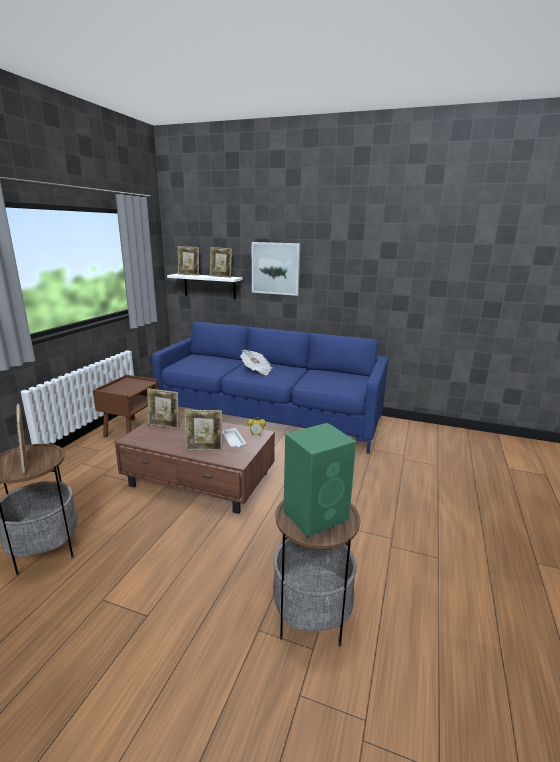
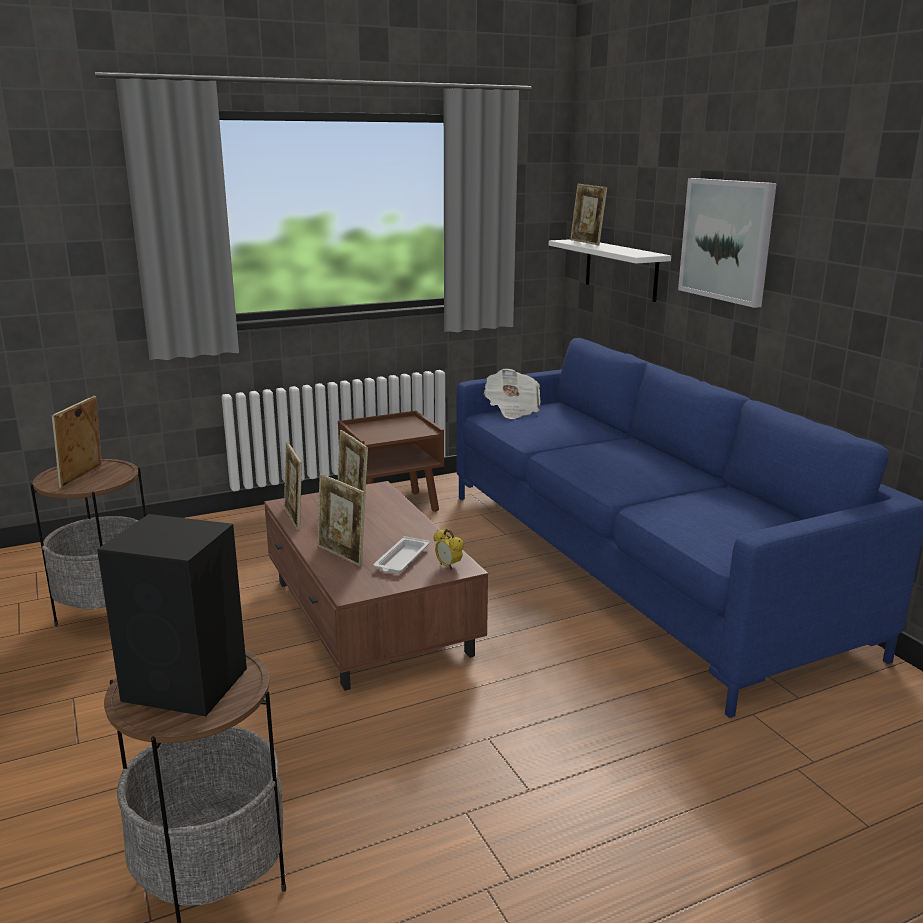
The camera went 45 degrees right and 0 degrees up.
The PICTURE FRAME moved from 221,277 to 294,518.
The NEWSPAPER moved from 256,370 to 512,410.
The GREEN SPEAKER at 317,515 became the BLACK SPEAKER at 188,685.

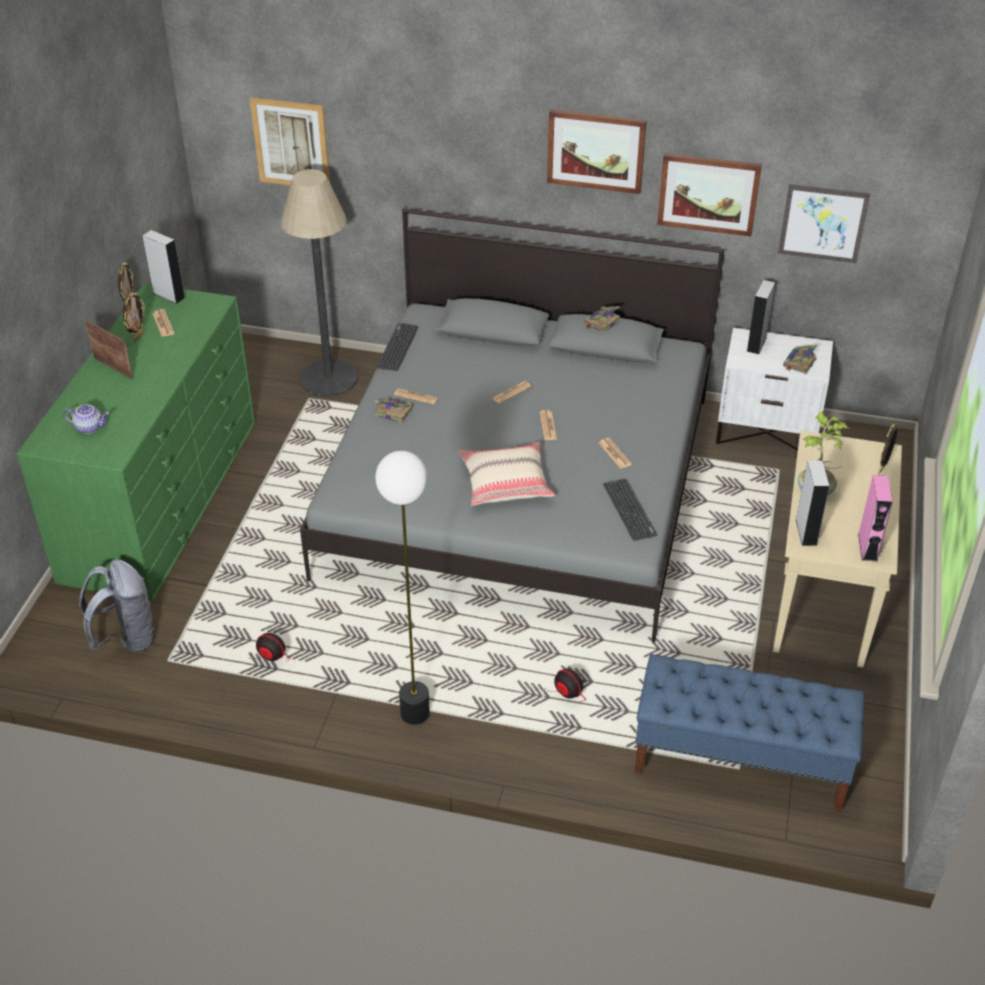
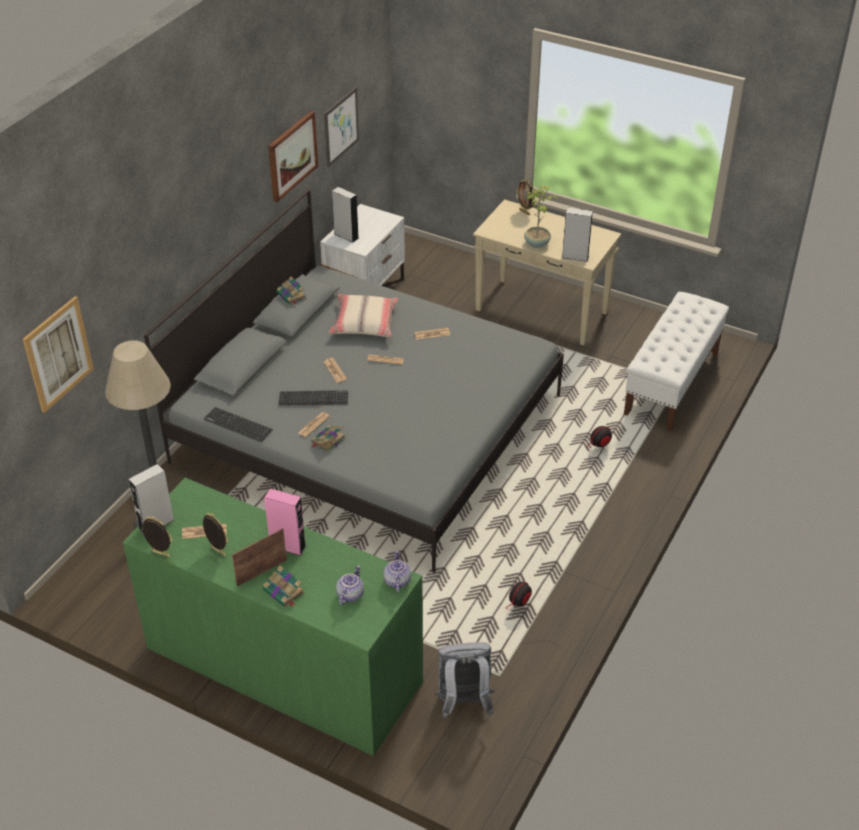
The camera went 75 degrees left and 0 degrees up.
The FLOOR LAMP at 415,712 disappeared.
The PICTURE at 596,150 disappeared.
The TEAPOT at 397,581 appeared.
The BEIGE PILLOW moved from 506,482 to 364,323.
The KEYBOARD moved from 629,510 to 313,398.
The BOOK moved from 799,363 to 284,592.
The PINK SPEAKER moved from 867,547 to 287,546.
The BLUE BENCH at 739,762 became the WHITE BENCH at 671,383.

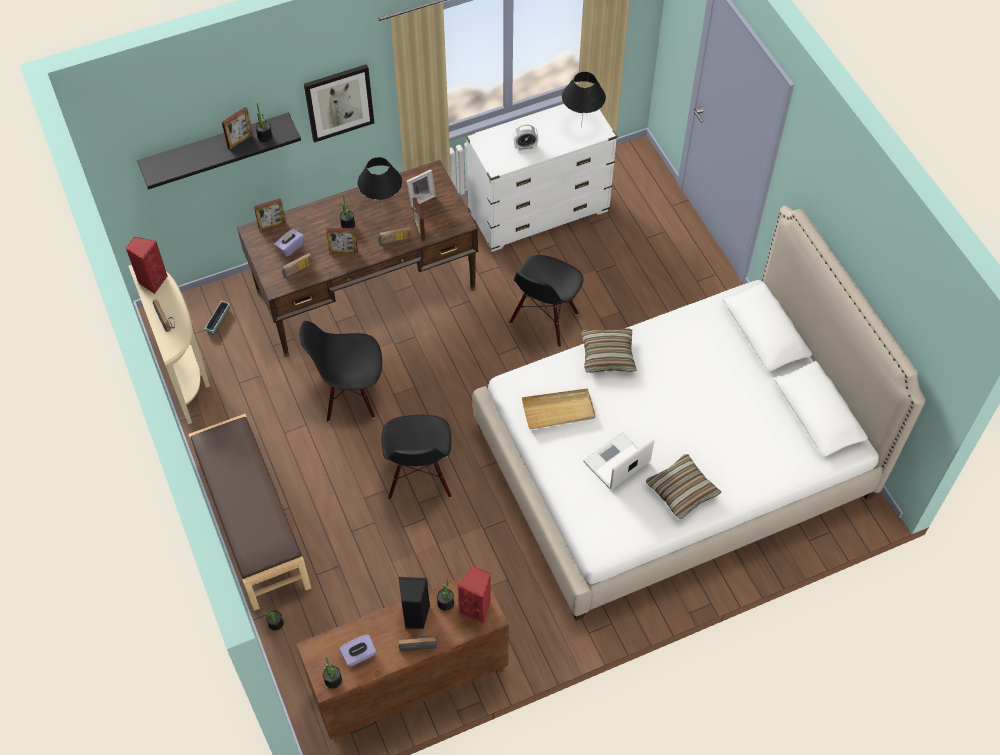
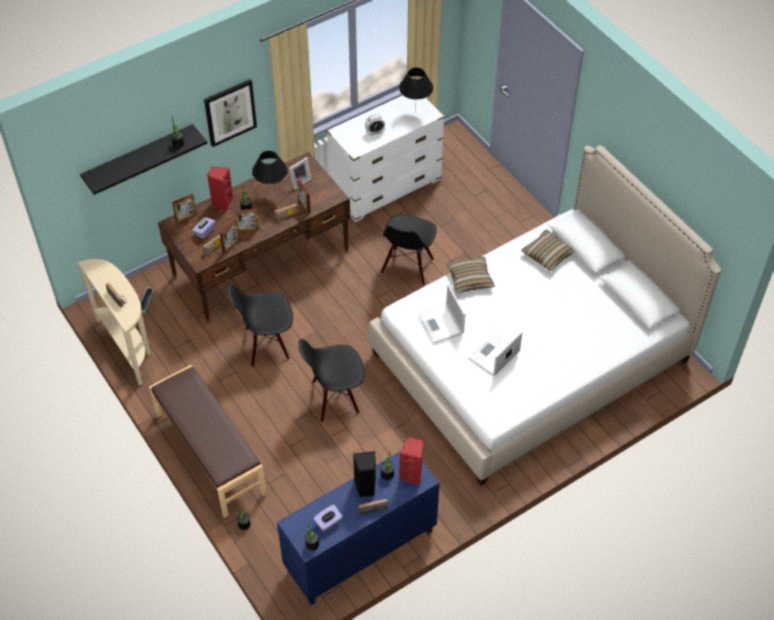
The camera went 10 degrees left and 5 degrees down.
The RED SPEAKER moved from 152,281 to 222,203.
The PICTURE FRAME moved from 240,141 to 231,245.
The PILLOW moved from 682,491 to 547,254.
The BEIGE TRAY at 558,410 was replaced by the LAPTOP at 441,324.
The BROWN CABINET at 409,683 became the BLUE CABINET at 360,552.
The BLACK CHAIR at 419,477 turned 90 degrees clockwise.

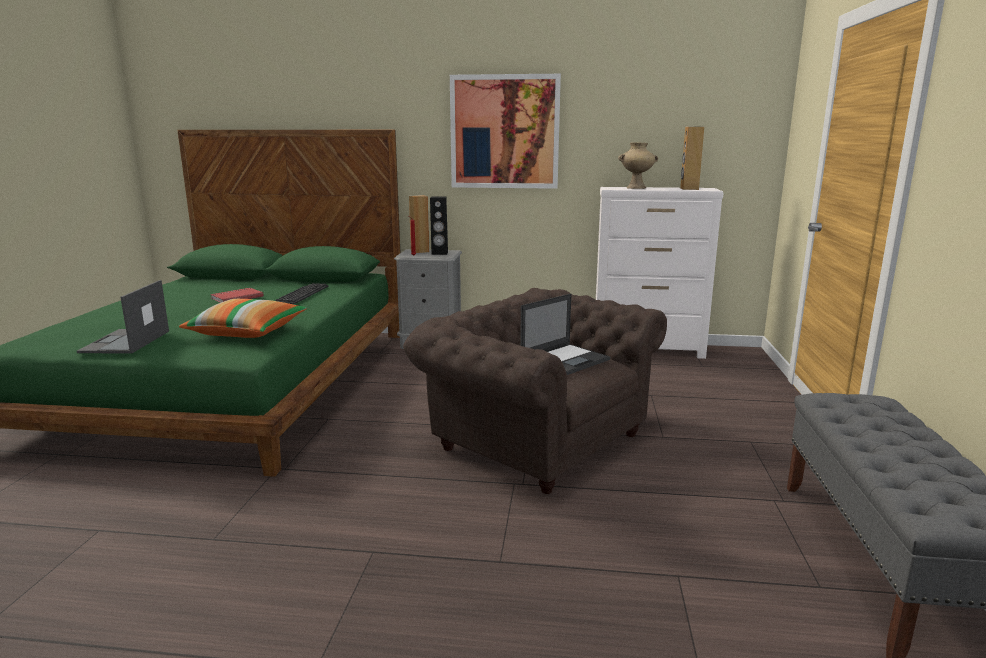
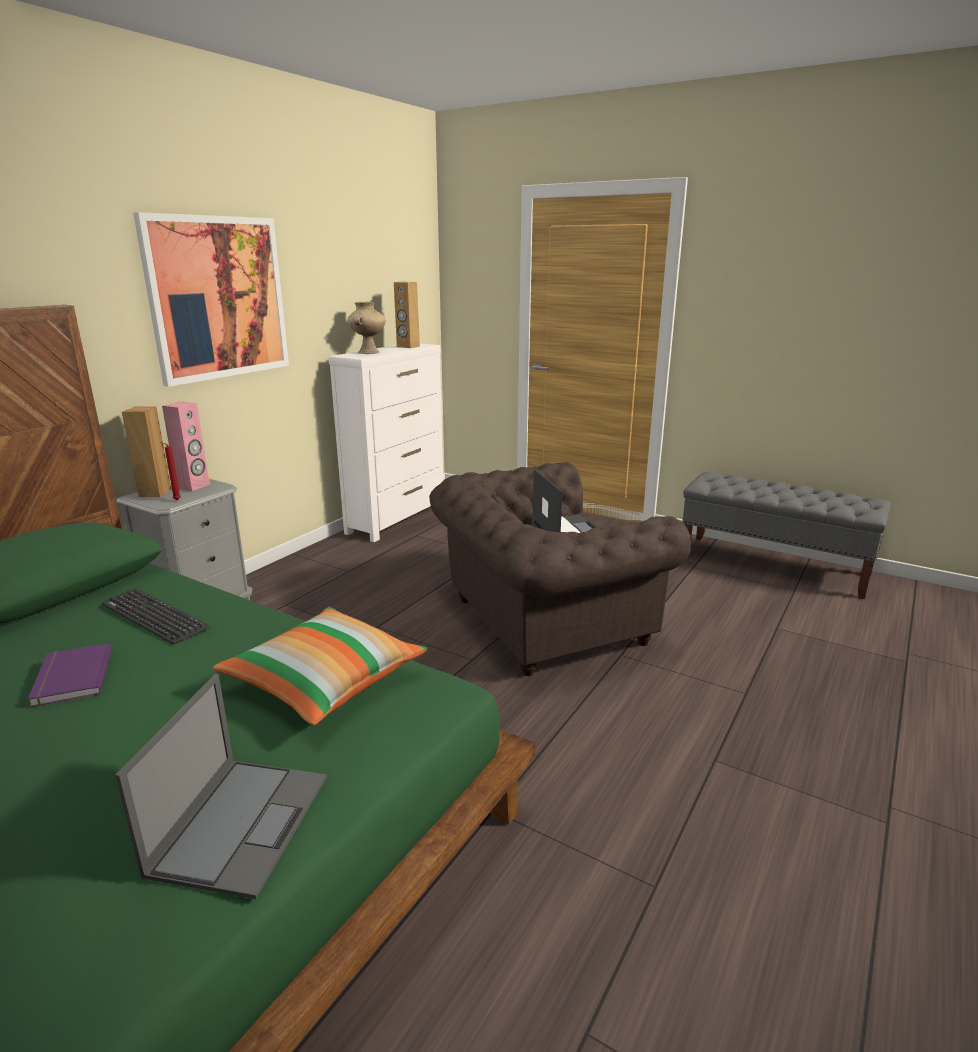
The camera went 65 degrees left and 5 degrees up.
The RED BOOK at 236,297 became the PURPLE BOOK at 70,678.
The BLACK SPEAKER at 439,253 became the PINK SPEAKER at 193,486.
The LAPTOP at 125,342 turned 105 degrees counterclockwise.

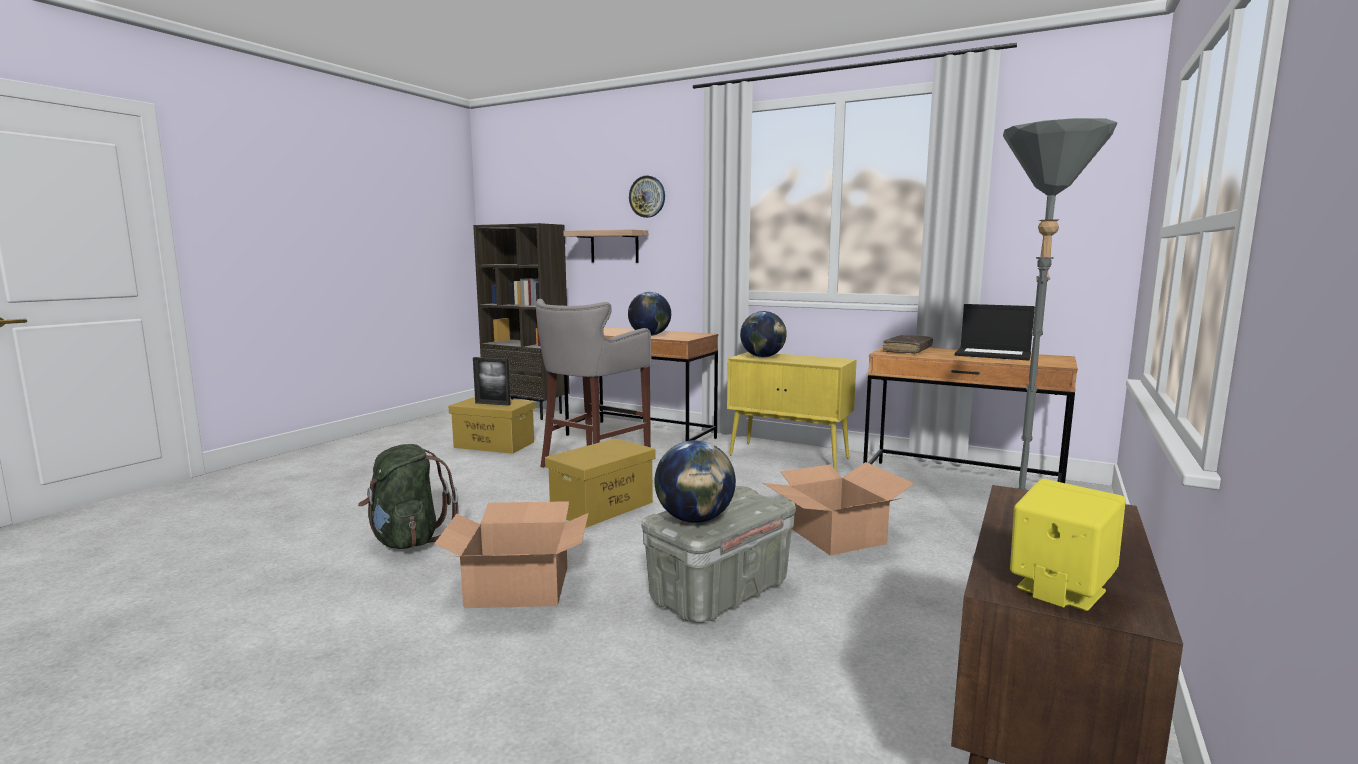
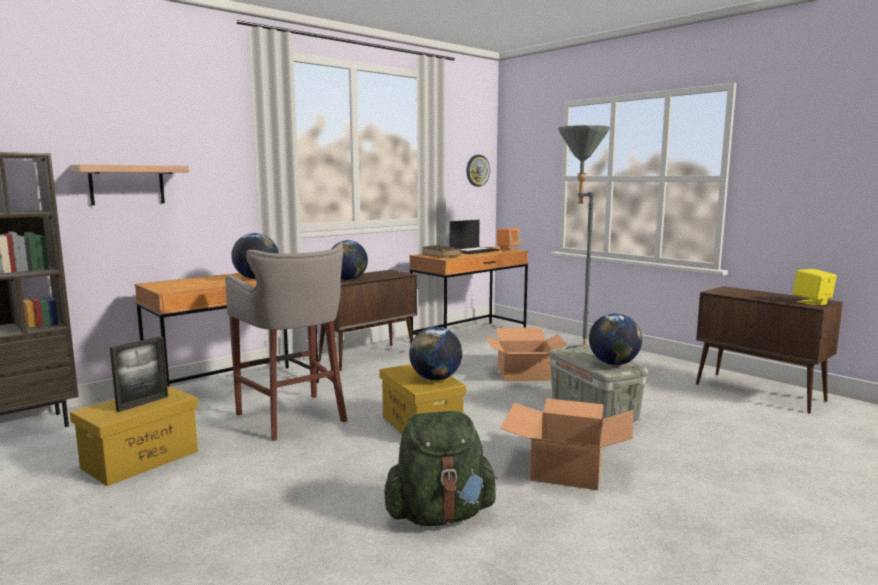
The camera went 70 degrees left and 0 degrees up.
The GLOBE at 435,379 appeared.
The ORANGE SPEAKER at 508,249 appeared.
The WALL CLOCK moved from 647,196 to 477,170.
The YELLOW CABINET at 790,456 became the BROWN CABINET at 368,357.

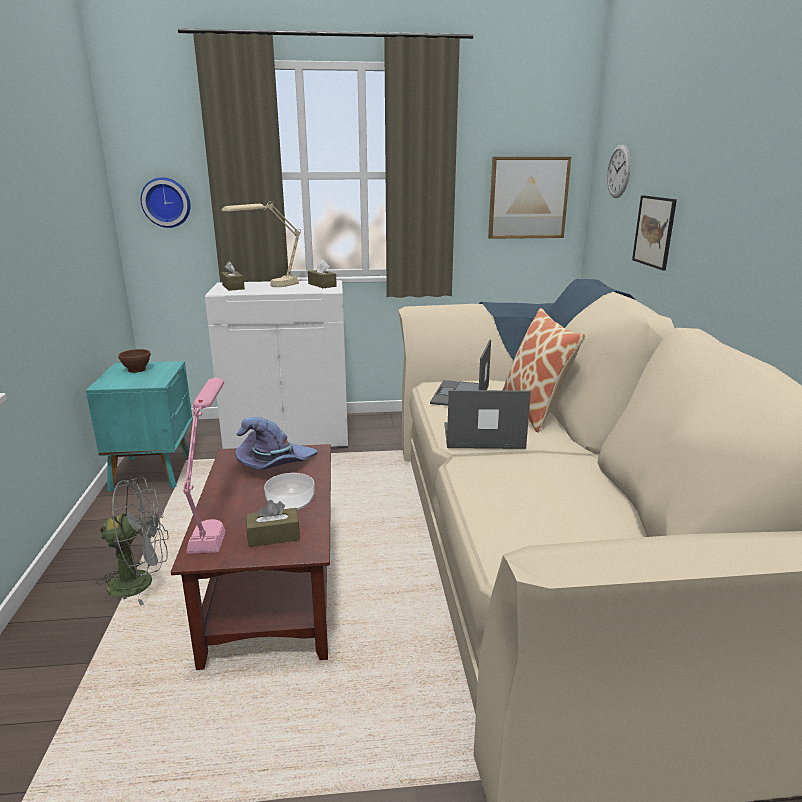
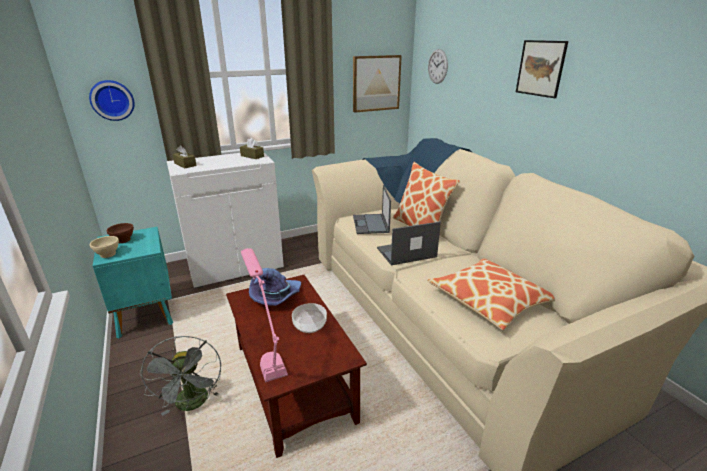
The camera went 20 degrees left and 5 degrees up.
The BEIGE TABLE LAMP at 269,287 disappeared.
The BROWN TISSUE BOX at 273,536 disappeared.
The BEIGE BOWL at 108,254 appeared.
The PILLOW at 489,300 appeared.
The PICTURE moved from 654,231 to 540,68.
The GREY FAN at 141,582 turned 105 degrees clockwise.

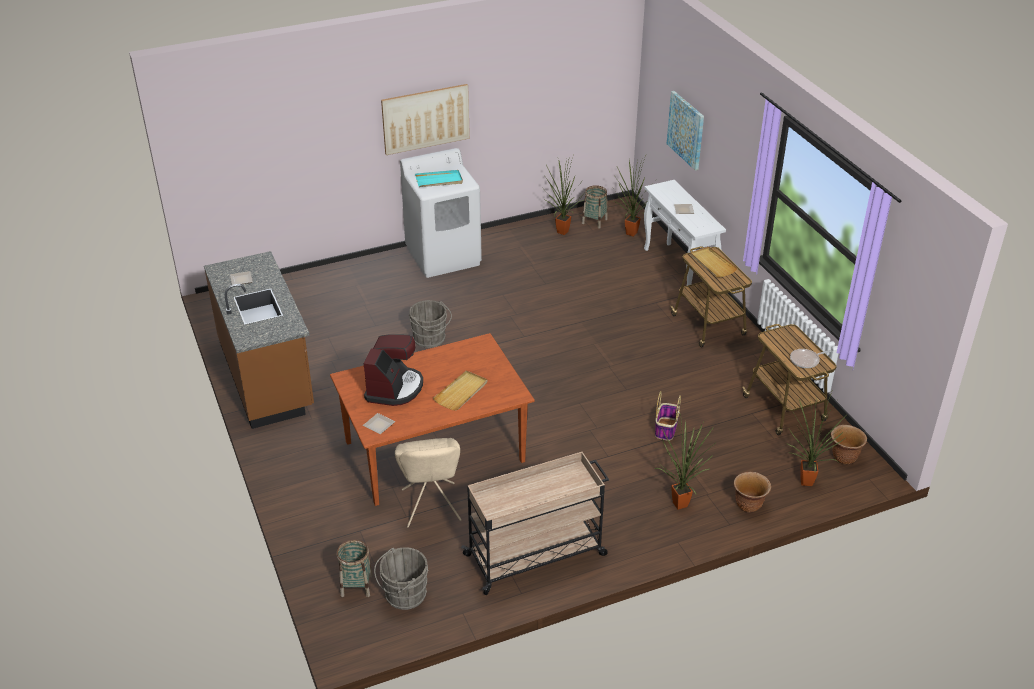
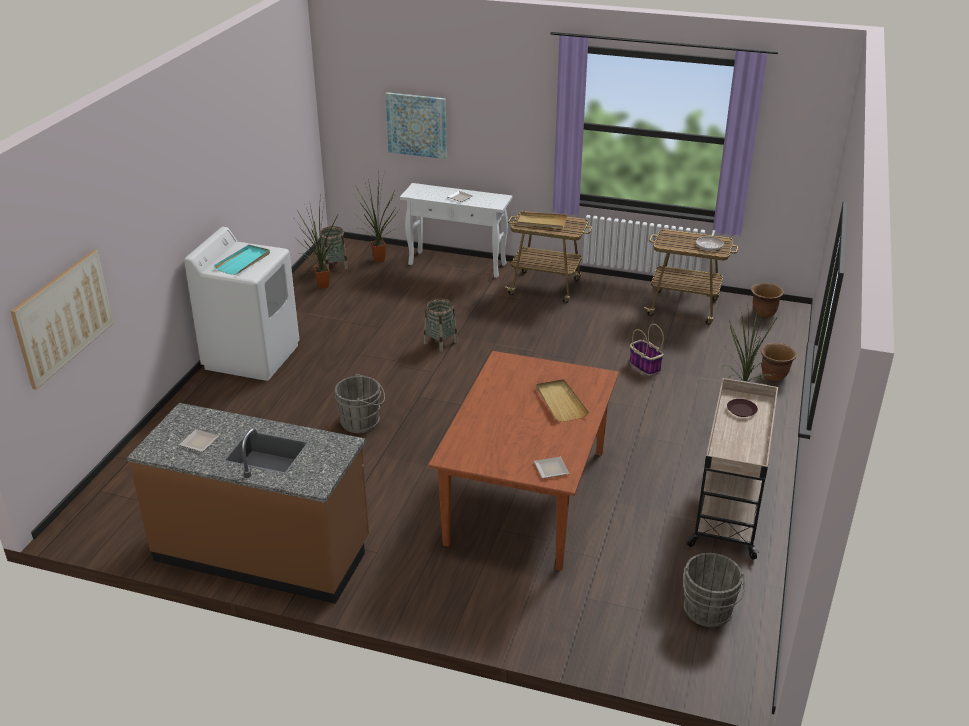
The camera went 50 degrees left and 5 degrees down.
The COFFEE MACHINE at 394,388 disappeared.
The BEIGE CHAIR at 431,507 disappeared.
The POTTED PLANT at 806,484 disappeared.
The BROWN PLATE at 741,410 appeared.
The BASKET moved from 356,585 to 440,342.
The PICTURE moved from 426,118 to 63,317.

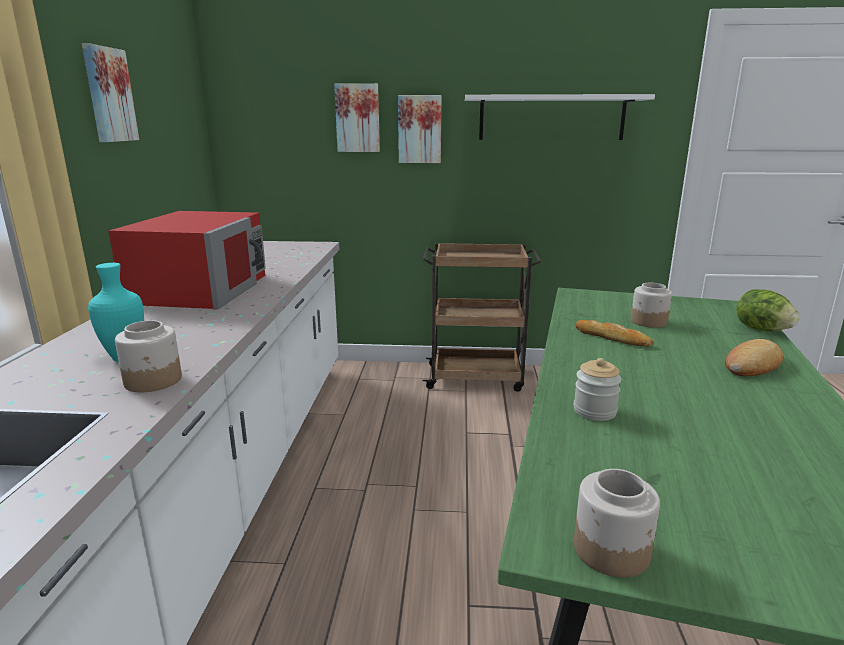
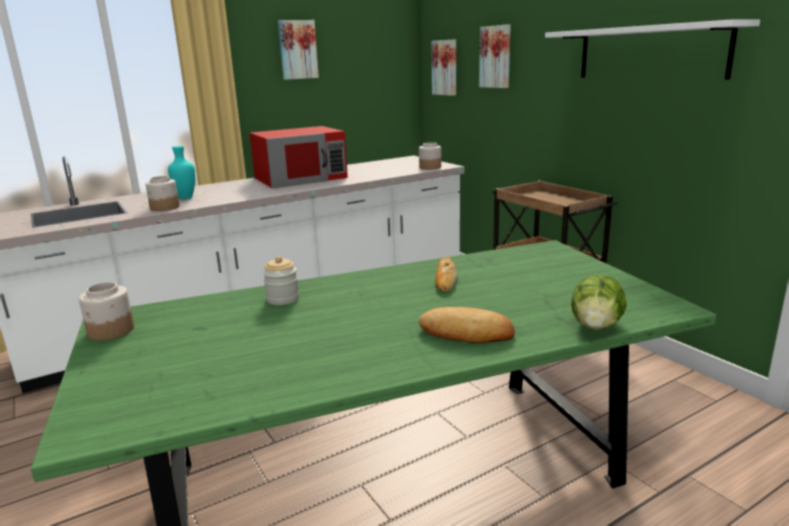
The camera went 55 degrees right and 0 degrees up.
The PICTURE moved from 420,129 to 445,67.
The JAR moved from 648,322 to 429,167.

